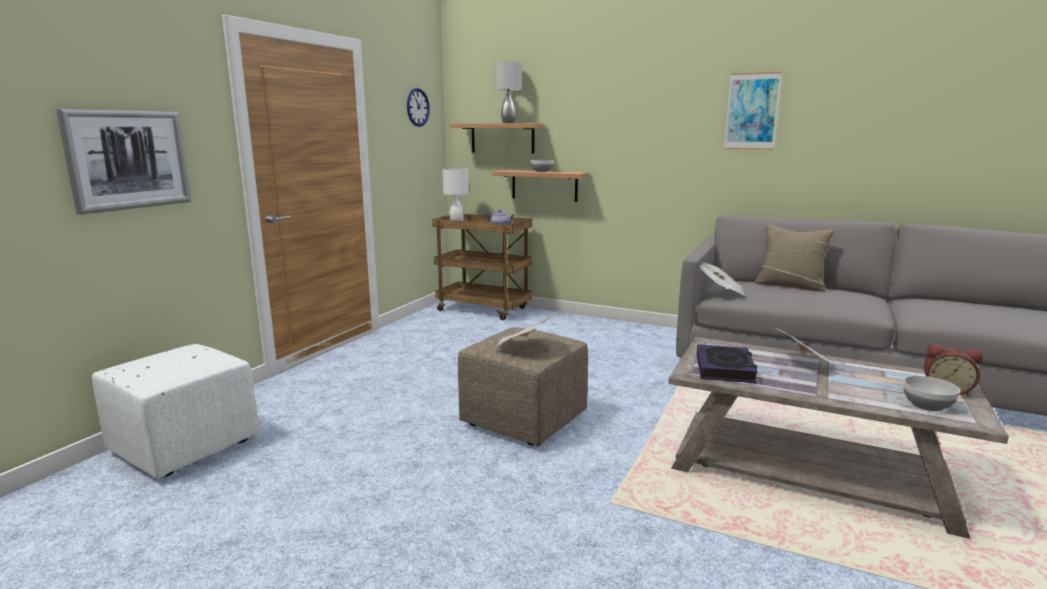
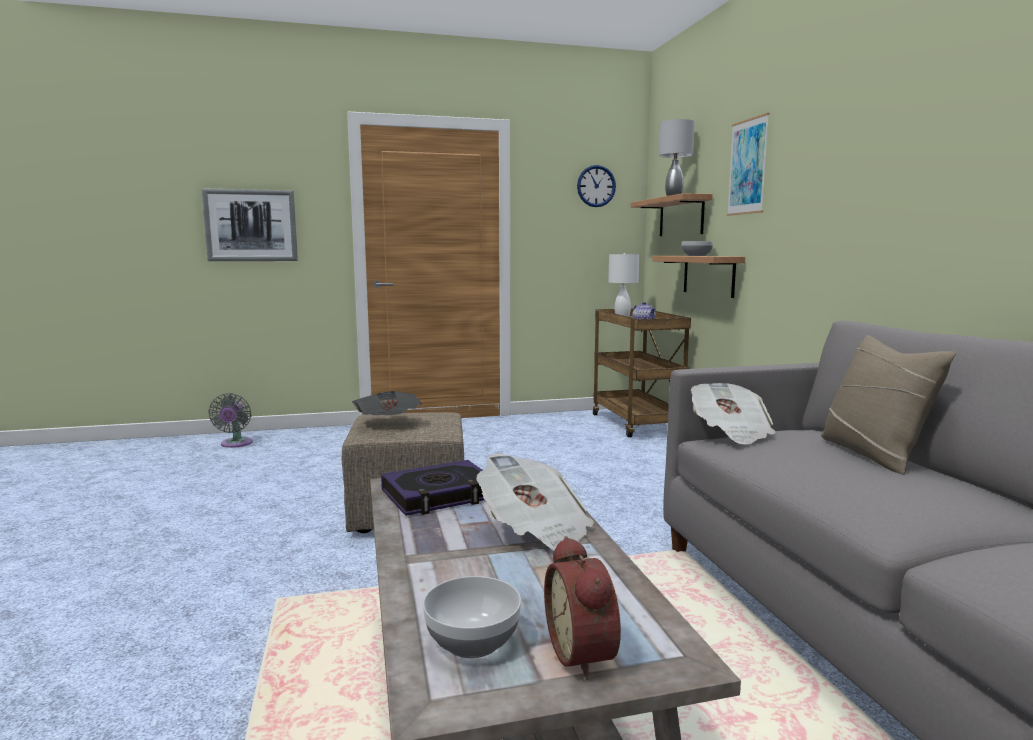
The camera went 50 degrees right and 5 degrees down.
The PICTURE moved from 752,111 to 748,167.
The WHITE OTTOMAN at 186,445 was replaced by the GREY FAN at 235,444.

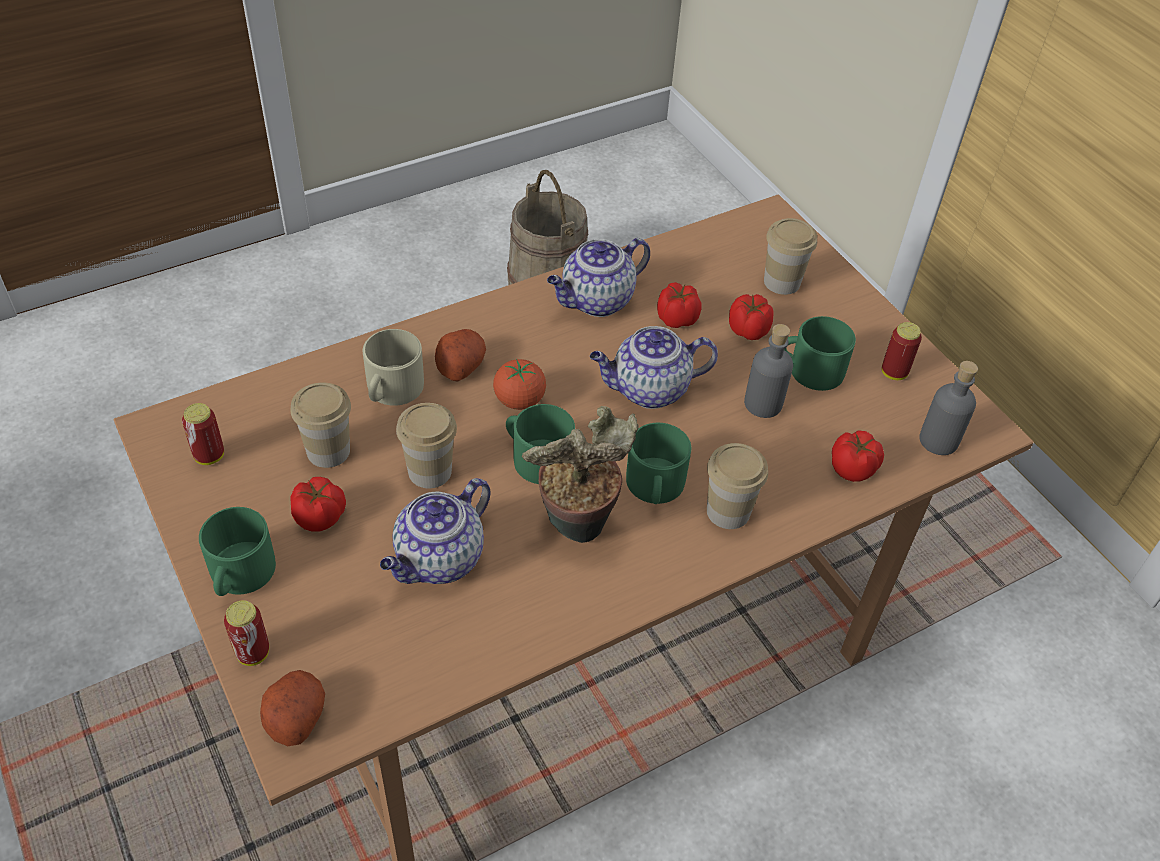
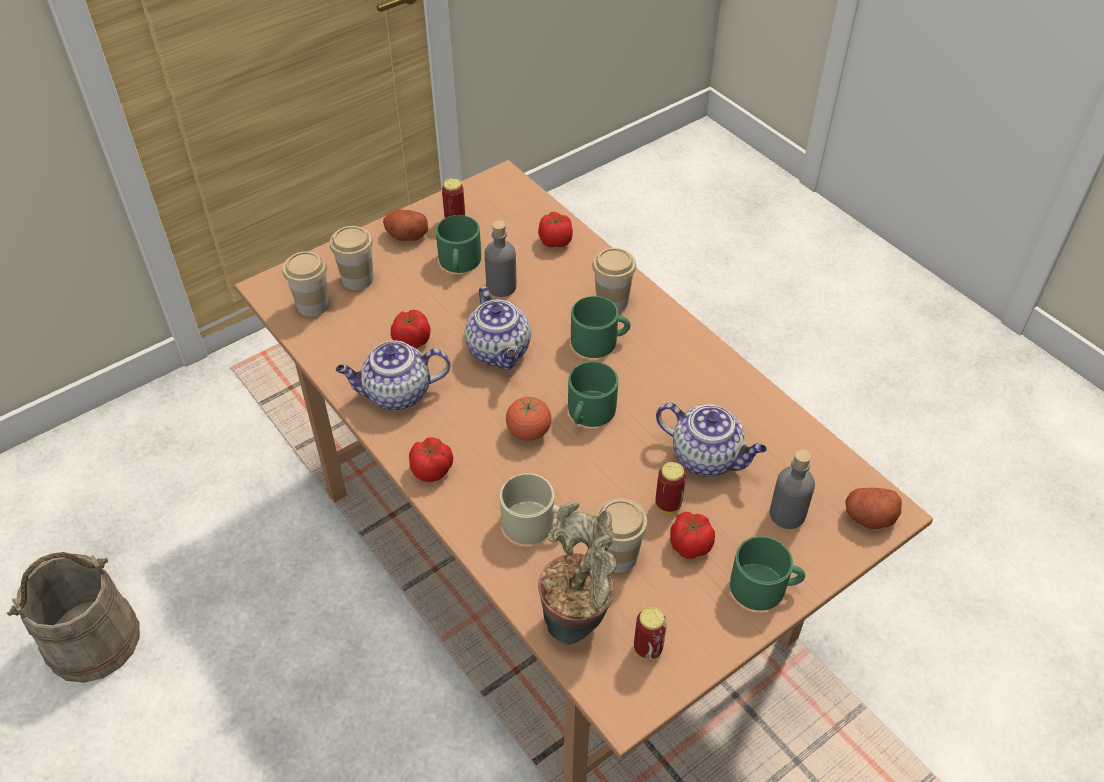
The camera went 95 degrees left and 0 degrees up.
The CAN moved from 253,653 to 668,504.
The CUP moved from 430,471 to 313,305.
The POTATO moved from 460,365 to 405,235.
The POTTED PLANT moved from 577,529 to 578,622.
The TOMATO moved from 748,331 to 432,470.
The GREY BOTTLE moved from 938,440 to 787,514.
The TEAPOT at 596,301 turned 120 degrees clockwise.

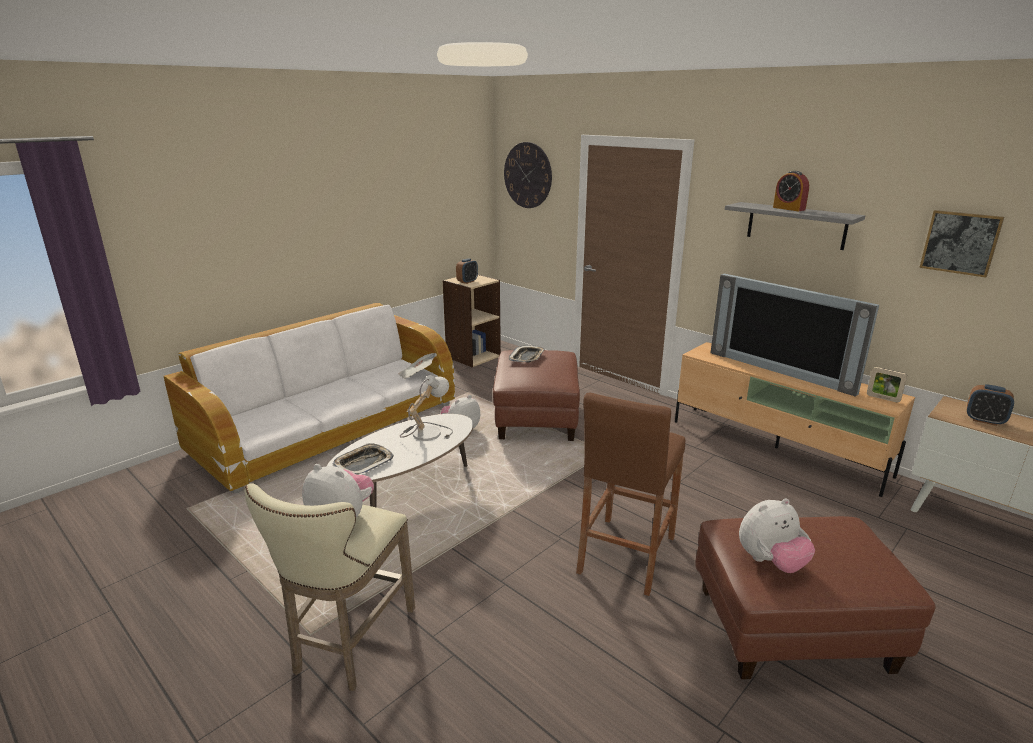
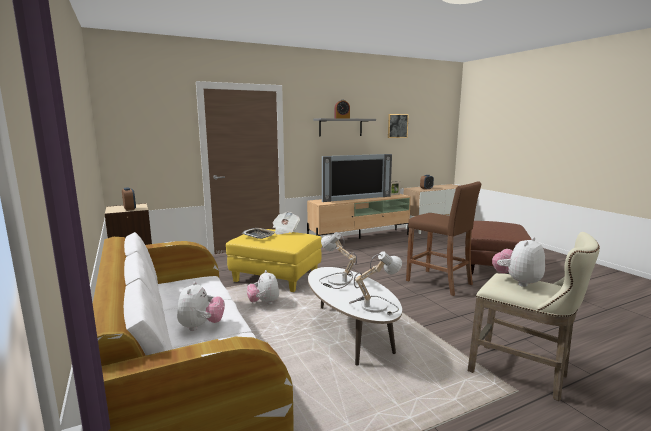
The camera went 70 degrees left and 10 degrees down.
The WALL CLOCK at 527,175 disappeared.
The NEWSPAPER moved from 417,375 to 285,231.
The PLUSH TOY moved from 770,562 to 201,326.
The TRAY at 363,463 was replaced by the TABLE LAMP at 374,305.
The BROWN OTTOMAN at 537,419 became the YELLOW OTTOMAN at 276,277.

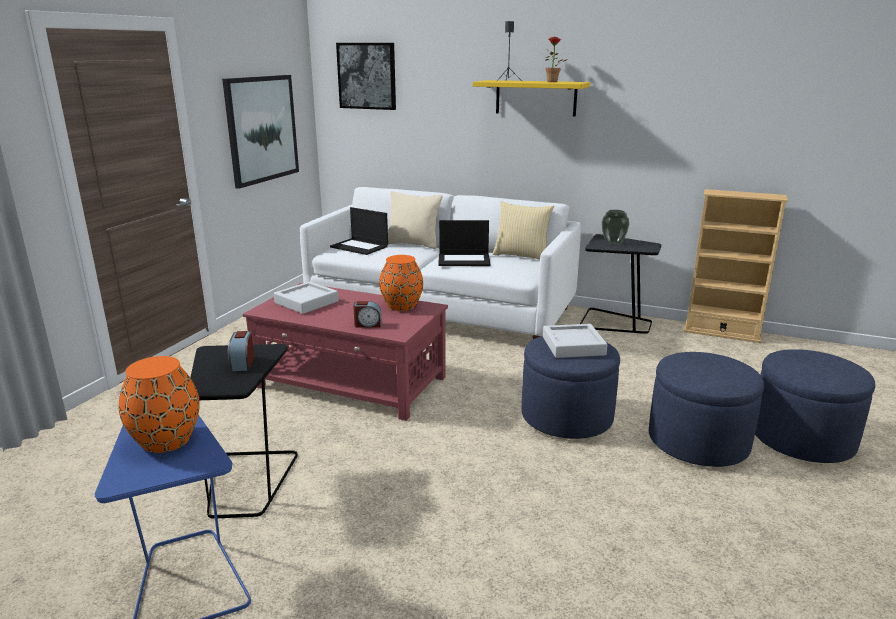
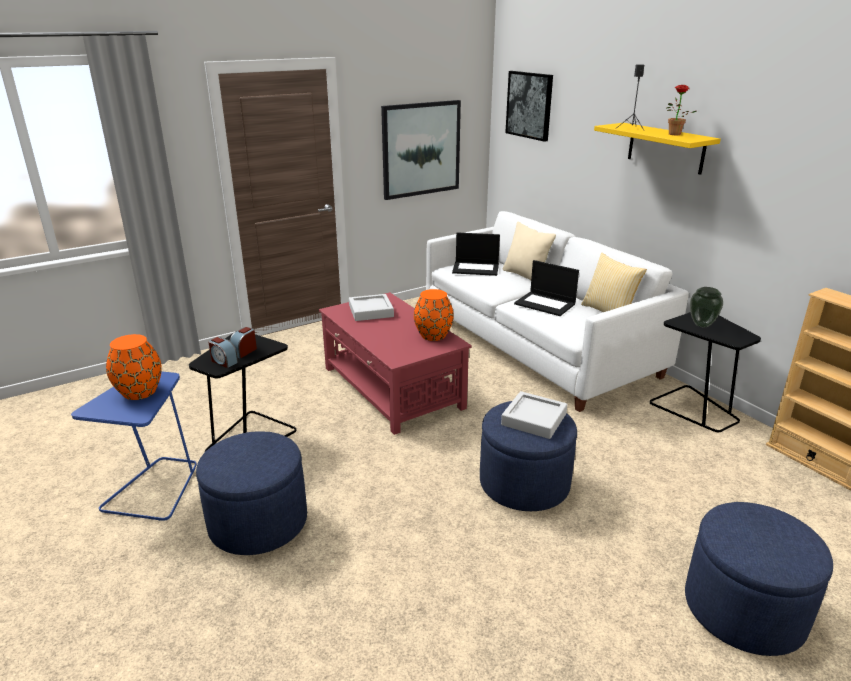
The camera went 35 degrees right and 5 degrees up.
The ALARM CLOCK moved from 368,324 to 224,361.
The BLUE OTTOMAN moved from 698,441 to 258,522.
The LAPTOP at 360,247 turned 60 degrees counterclockwise.

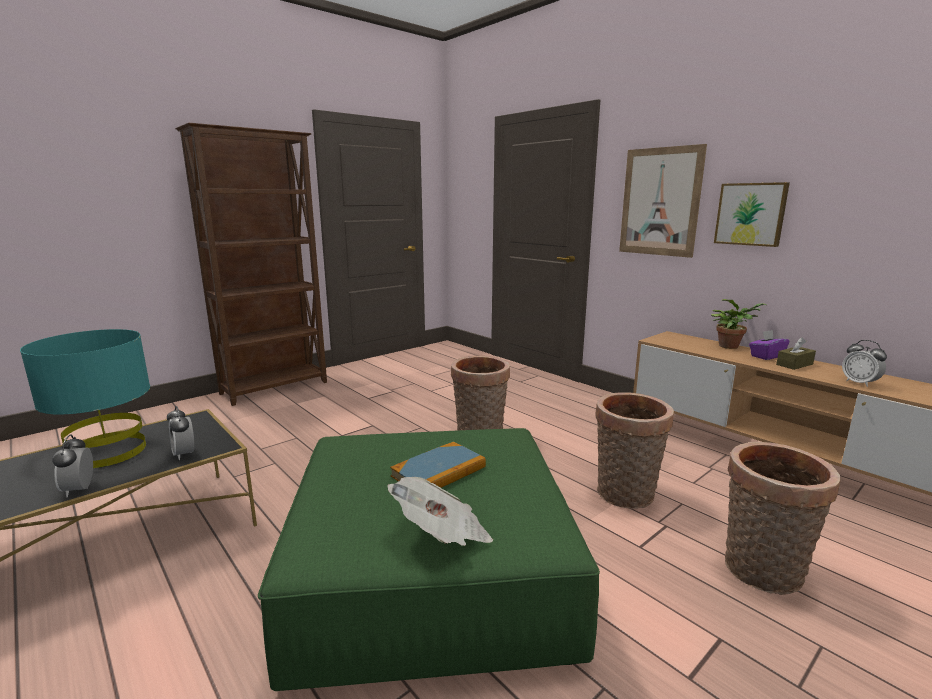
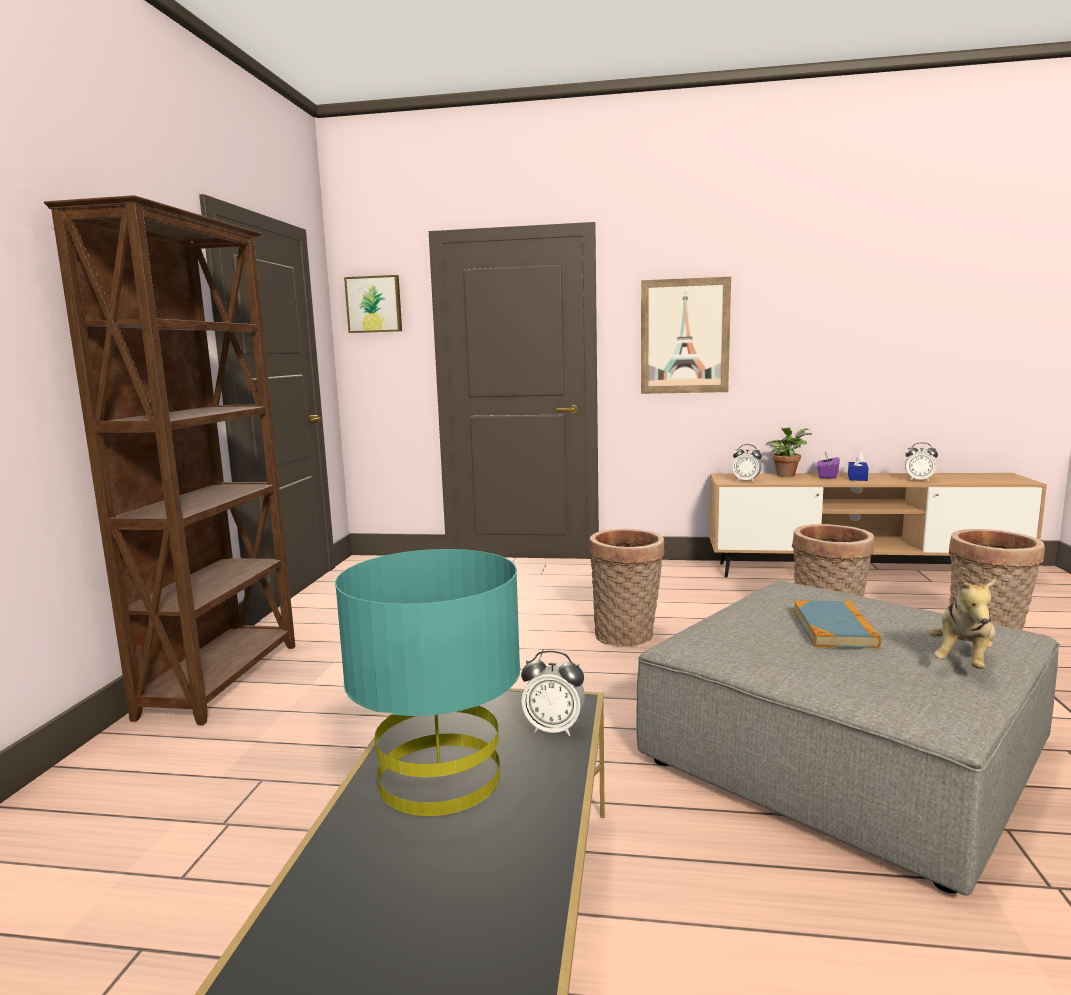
The camera went 40 degrees left and 5 degrees down.
The ALARM CLOCK moved from 79,489 to 746,481.
The PICTURE moved from 751,214 to 374,304.
The NEWSPAPER at 442,534 was replaced by the PLUSH TOY at 963,661.
The GREEN OTTOMAN at 431,574 became the GREY OTTOMAN at 843,754.
The BROWN TISSUE BOX at 794,364 became the BLUE TISSUE BOX at 857,478.

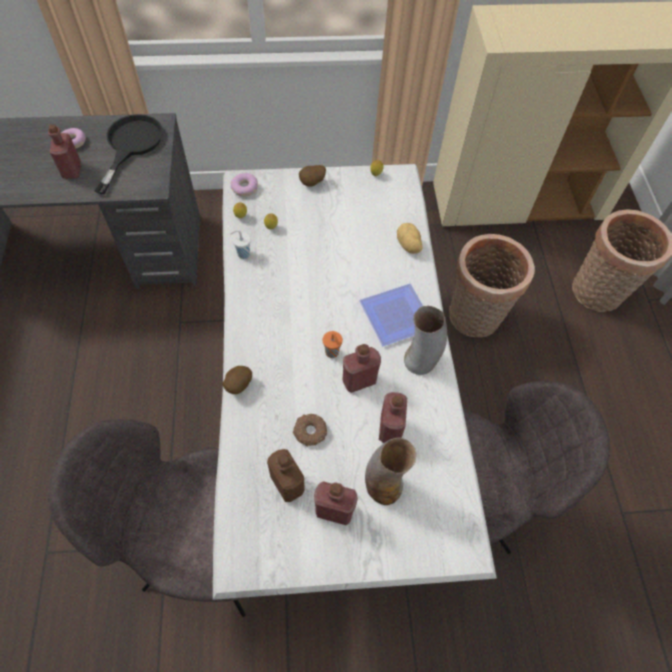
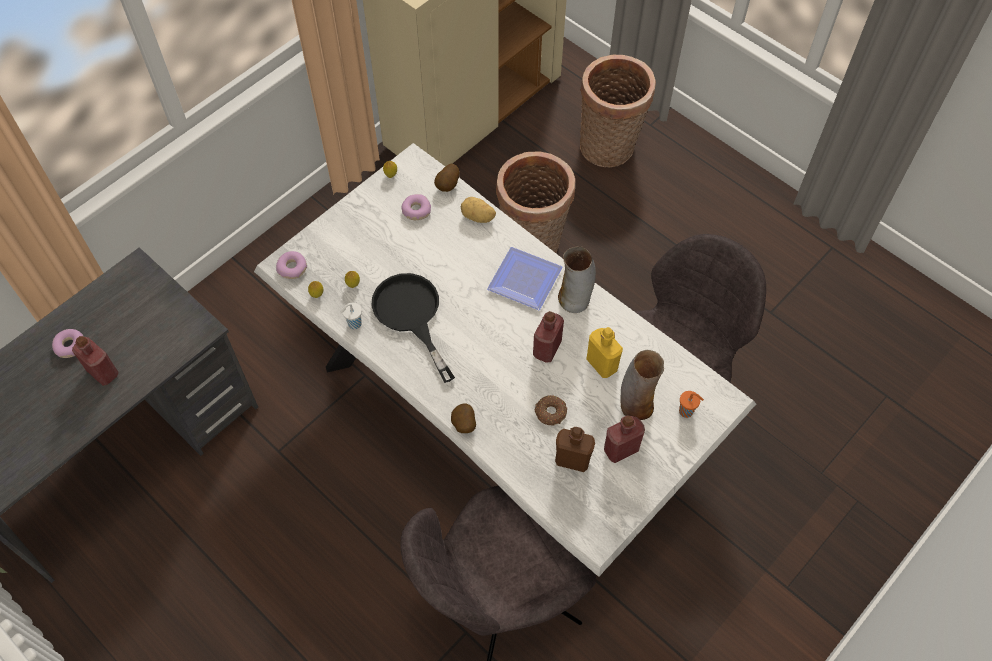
The camera went 40 degrees left and 0 degrees up.
The DONUT at 416,210 appeared.
The BLACK FRYING PAN moved from 131,145 to 411,316.
The POTATO moved from 312,183 to 448,186.
The ORANGE CUP moved from 332,353 to 686,412.
The RED BOTTLE at 390,428 became the YELLOW BOTTLE at 602,364.

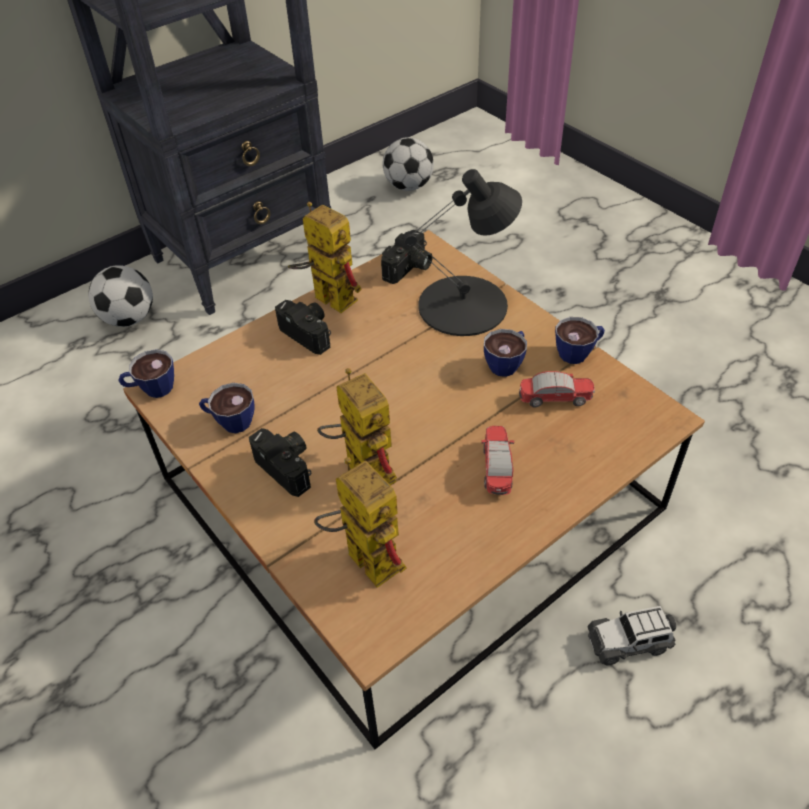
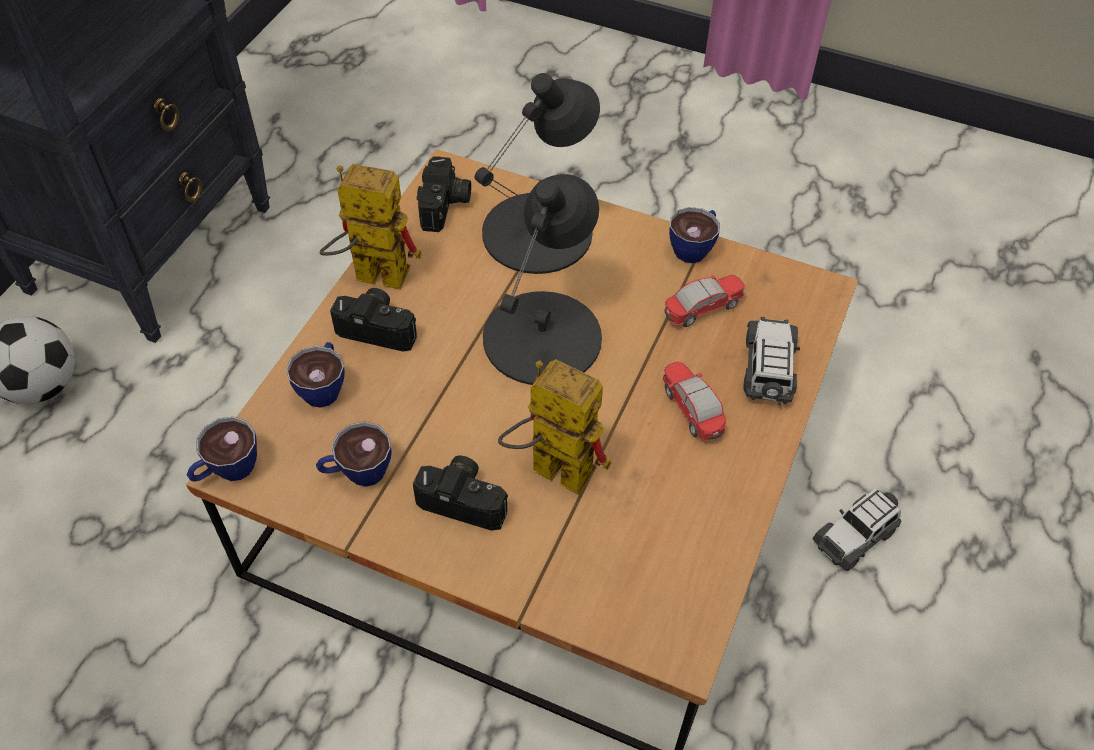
The camera went 30 degrees left and 5 degrees up.
The TOY ROBOT at 363,557 disappeared.
The FOOTBALL at 408,186 disappeared.
The BLACK TABLE LAMP at 544,336 appeared.
The TOY CAR at 768,370 appeared.
The CUP moved from 507,363 to 324,386.

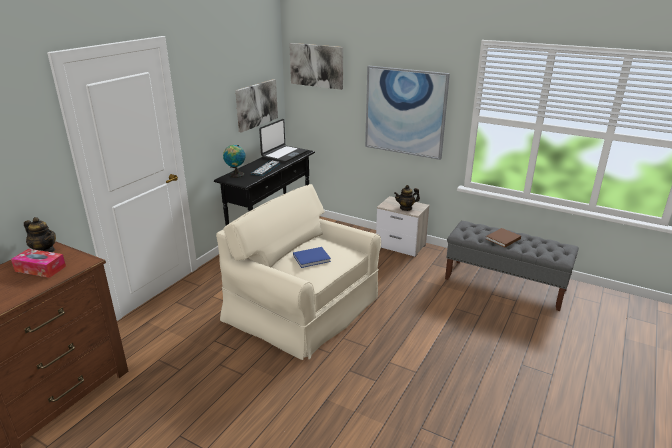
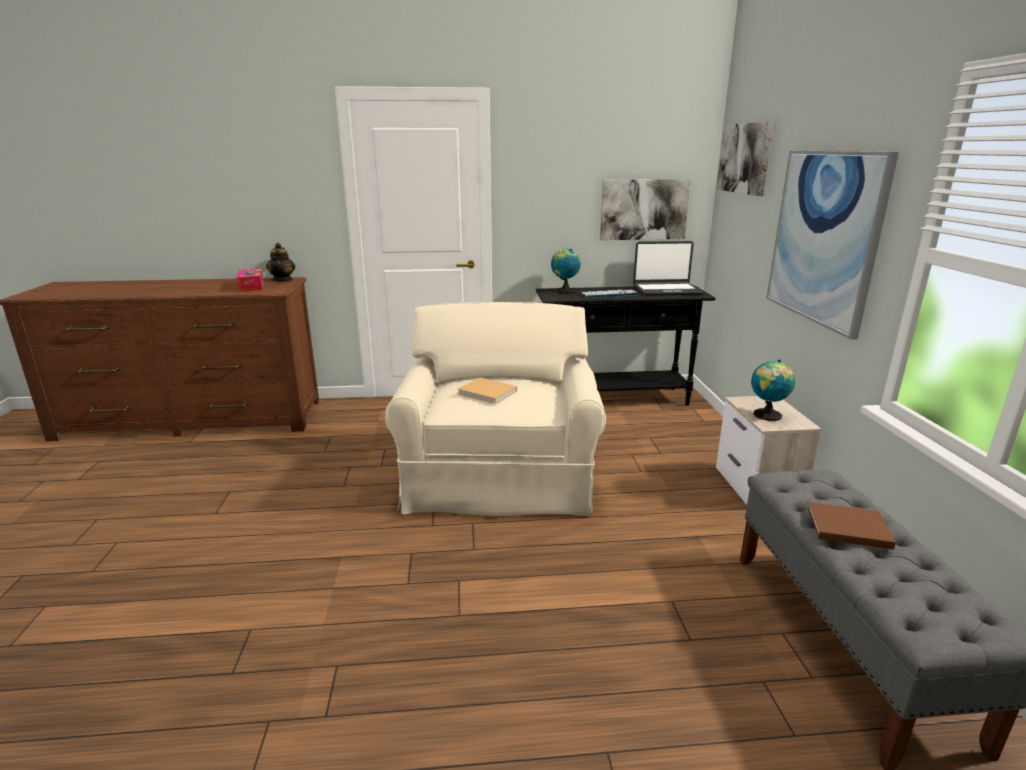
The camera went 55 degrees right and 5 degrees down.
The TEAPOT at 406,208 was replaced by the GLOBE at 767,416.
The BLUE BOOK at 312,258 became the BEIGE BOOK at 488,393.

